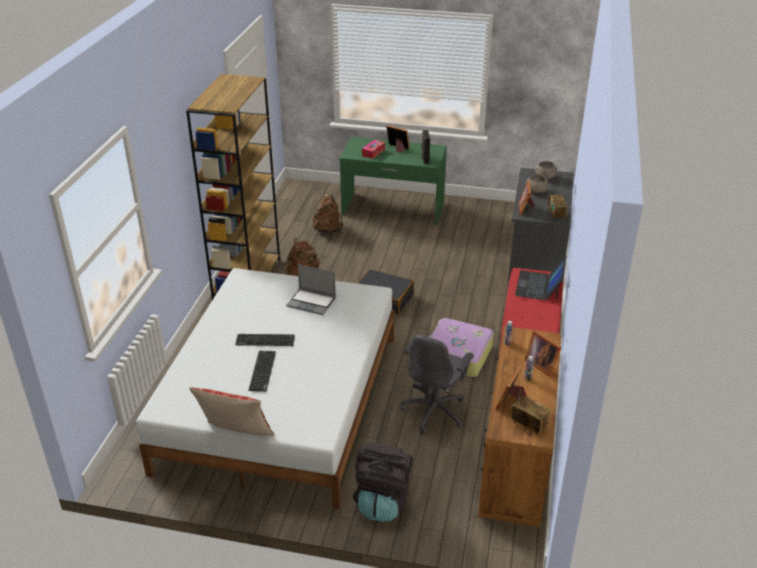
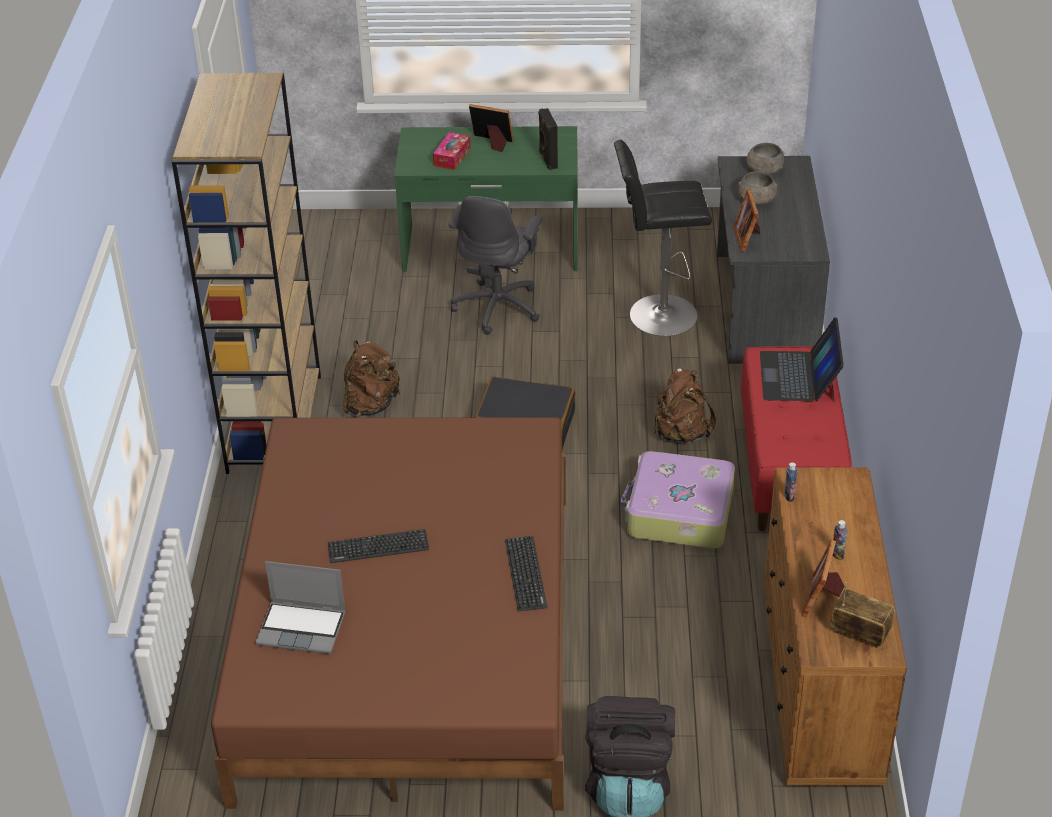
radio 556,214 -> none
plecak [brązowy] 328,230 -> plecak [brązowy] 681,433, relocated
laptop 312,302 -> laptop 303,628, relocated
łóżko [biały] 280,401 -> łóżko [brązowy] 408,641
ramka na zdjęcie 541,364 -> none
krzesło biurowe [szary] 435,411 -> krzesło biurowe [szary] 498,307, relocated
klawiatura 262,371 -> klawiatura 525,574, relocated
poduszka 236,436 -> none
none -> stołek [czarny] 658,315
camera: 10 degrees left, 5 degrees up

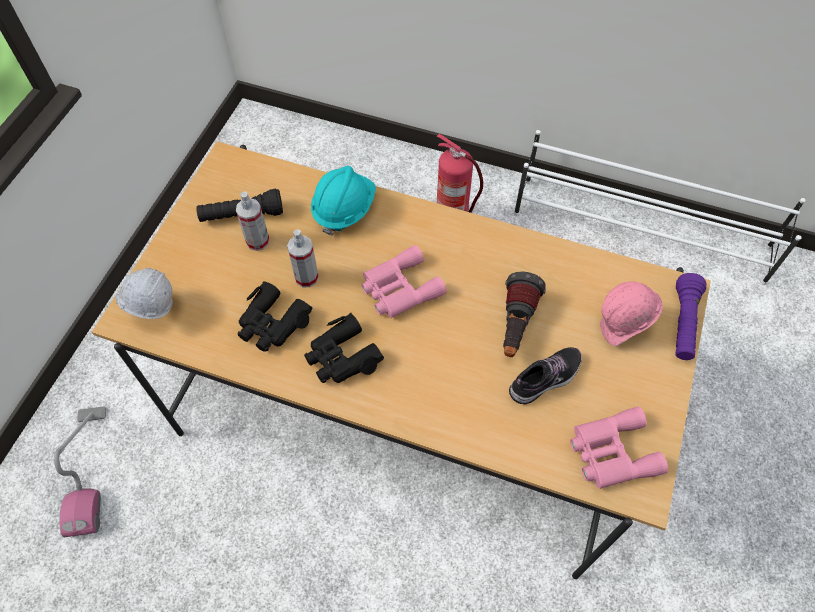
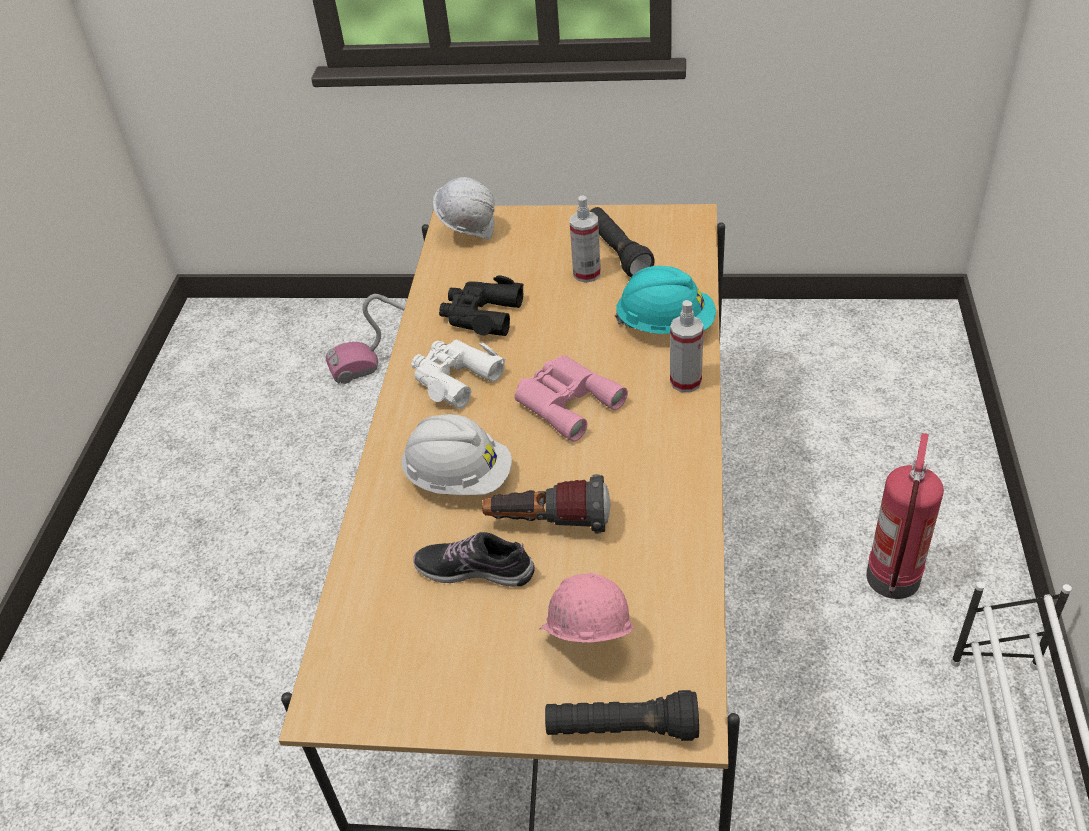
spryskiwacz 306,277 -> spryskiwacz 685,381, relocated
latarka [fioletowy] 683,324 -> latarka [czarny] 622,729
lornetka [czarny] 342,357 -> lornetka [biały] 454,378
but 545,378 -> but 475,570, 150 degrees clockwise
lornetka [różowy] 611,452 -> none
none -> kask [biały] 459,478
camera: 80 degrees right, 15 degrees down

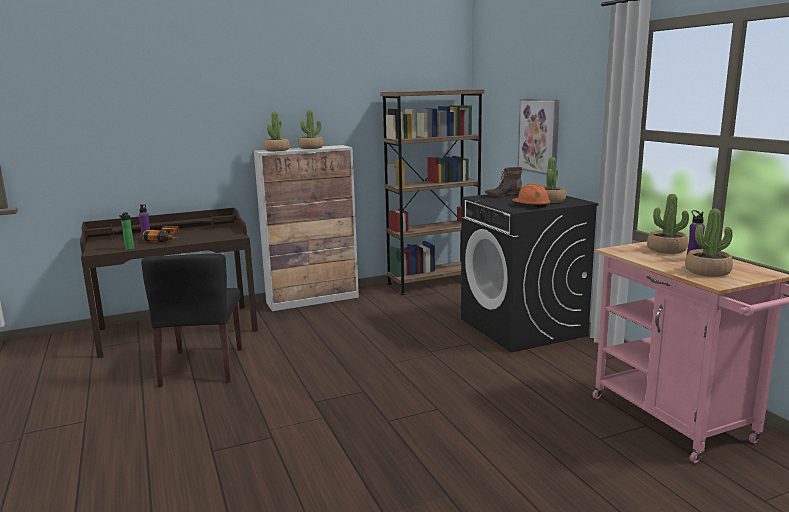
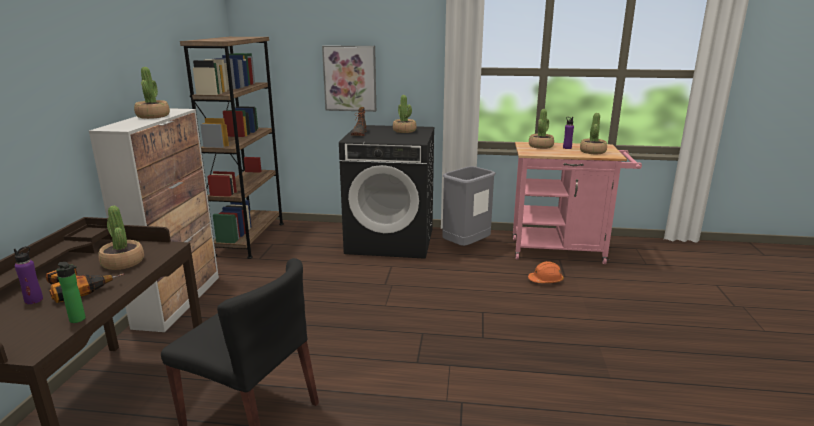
roślina doniczkowa 277,150 -> roślina doniczkowa 123,262, relocated
kask [pomarańczowy] 531,205 -> kask [pomarańczowy] 545,280, relocated
none -> kosz na śmieci [szary] 466,246
camera: 60 degrees left, 5 degrees up

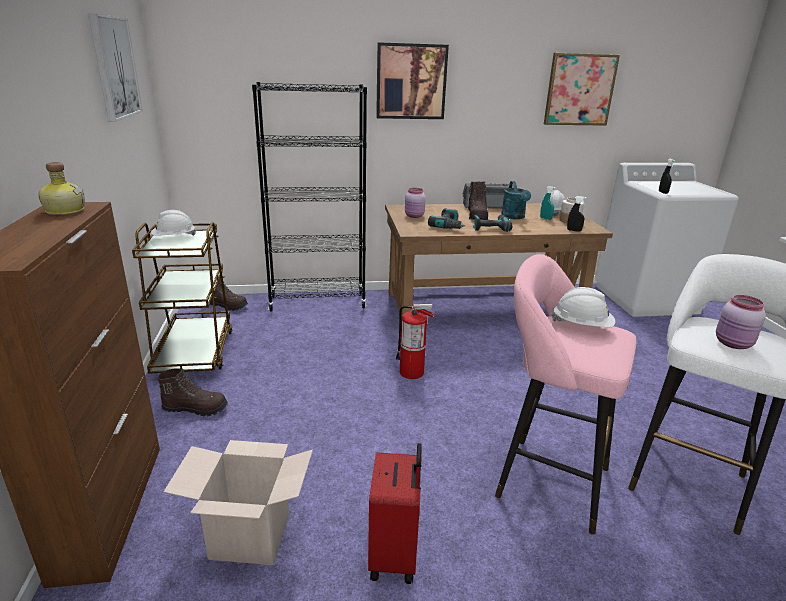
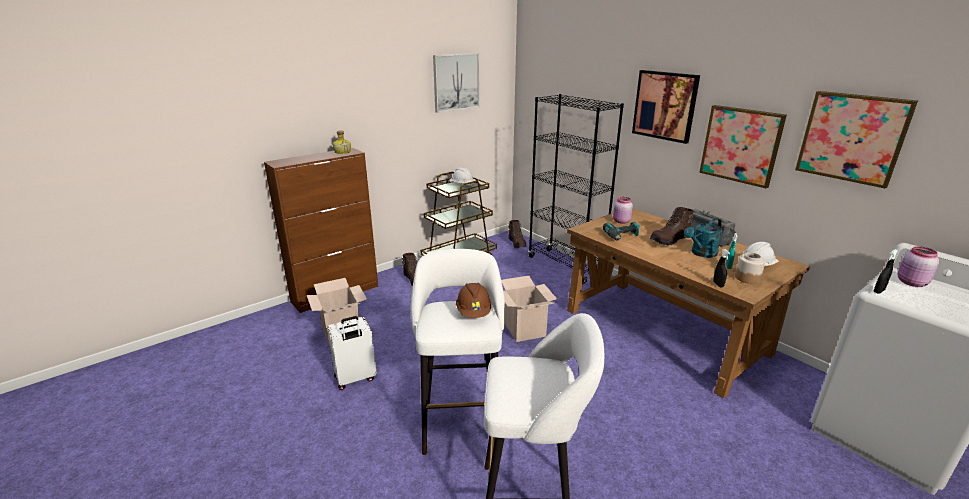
wiertarka 491,228 -> none
stołek [różowy] 545,479 -> stołek [biały] 461,420
kask [biały] 582,326 -> kask [brązowy] 474,312
słoik [różowy] 733,344 -> słoik [różowy] 911,283, relocated
gaśnica 412,372 -> karton 525,330
walizka [czerwony] 395,556 -> walizka [biały] 355,379
none -> obraz 741,145
camera: 60 degrees right, 0 degrees up

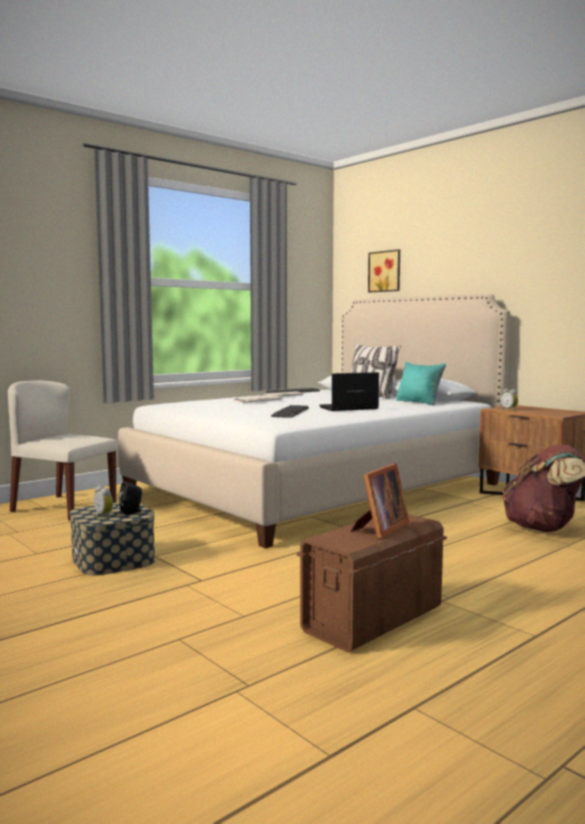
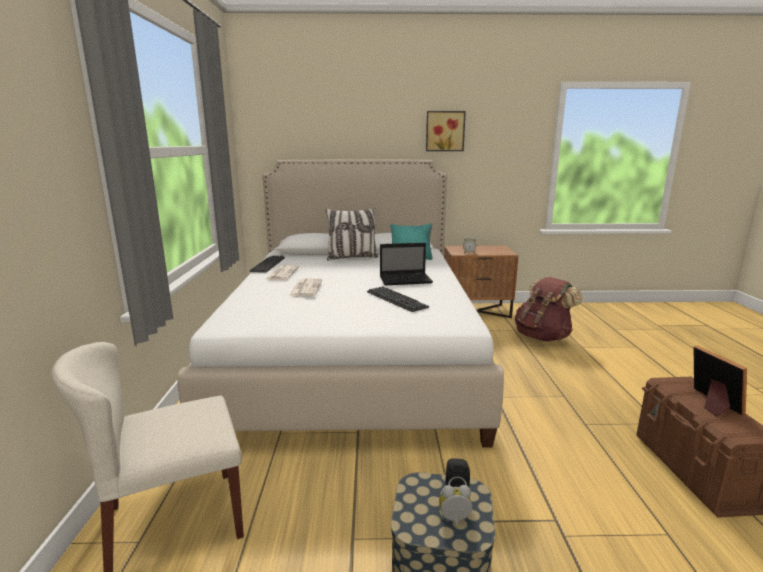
obraz 385,271 -> obraz 445,131, relocated
laptop 347,408 -> laptop 406,280, 120 degrees counterclockwise
camera: 50 degrees left, 10 degrees up

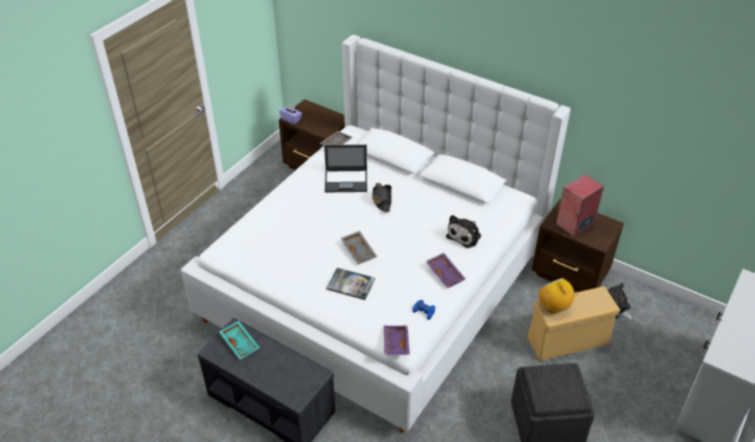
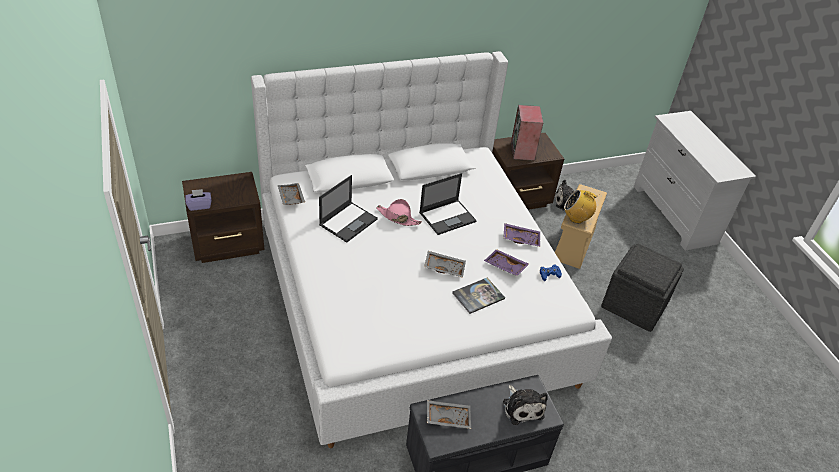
kapelusz [czarny] 382,200 -> kapelusz [różowy] 398,217
pluszak 465,235 -> pluszak 522,407, relocated
taca [turkusowy] 240,343 -> taca [szary] 448,417
taca [fioletowy] 395,344 -> taca [fioletowy] 505,267, relocated
none -> laptop 448,217
camera: 55 degrees left, 0 degrees up

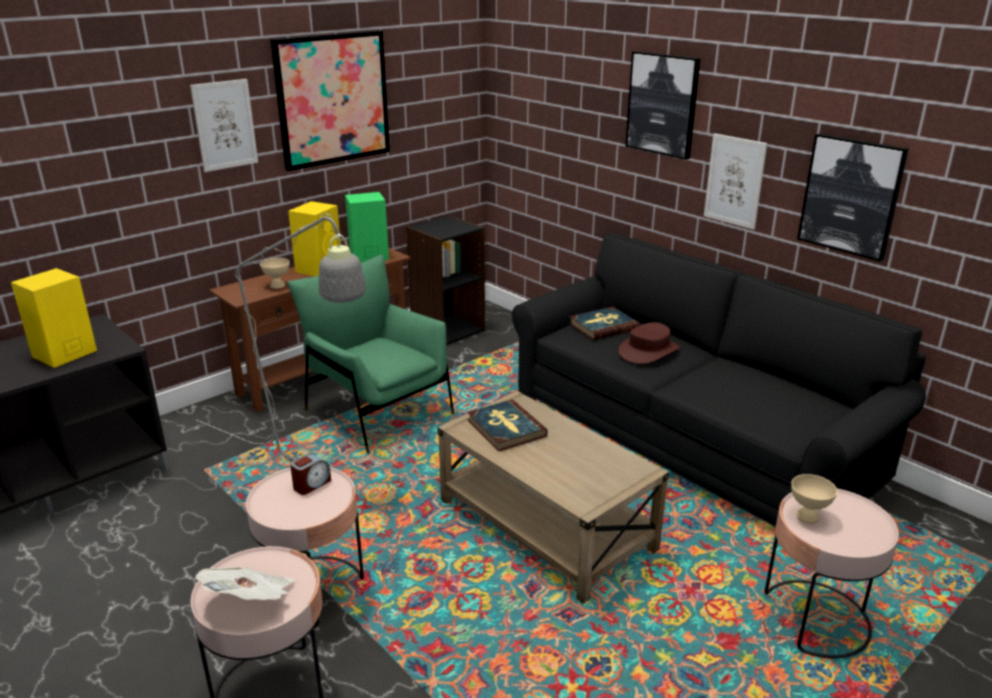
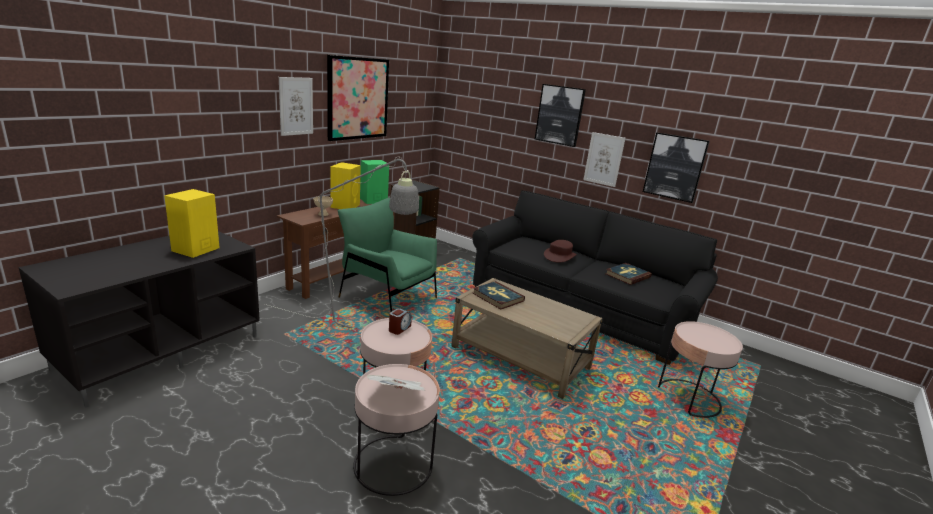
książka 603,326 -> książka 627,275, relocated
miska [beżowy] 806,516 -> none
camera: 15 degrees left, 5 degrees down

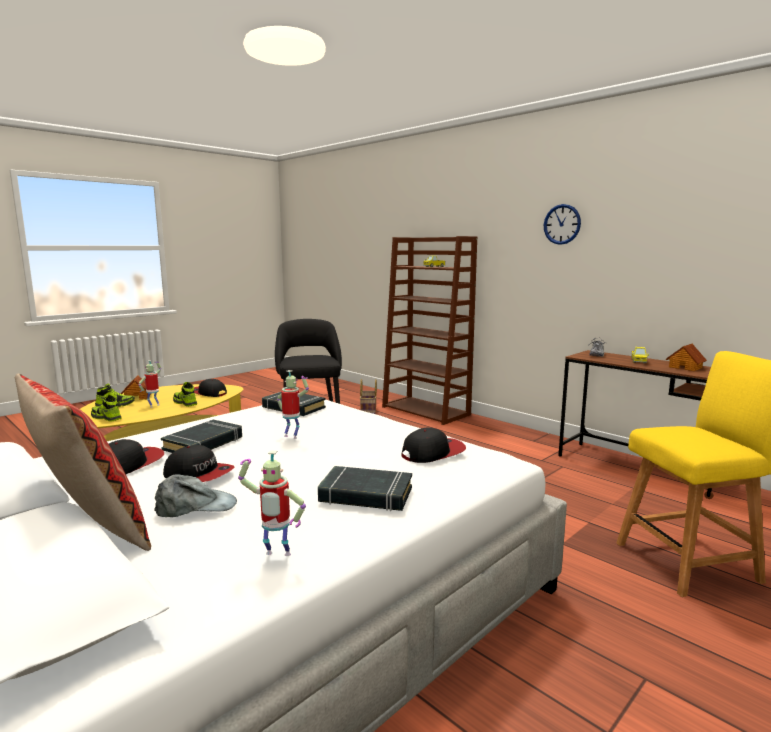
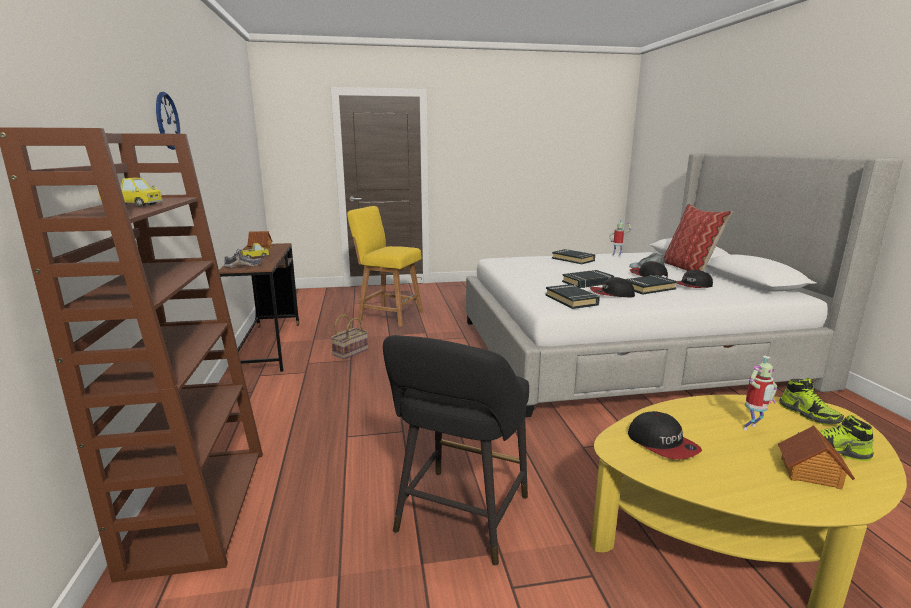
robot zabawkowy 292,436 -> książka [czarny] 588,283
koszyk 369,410 -> koszyk 350,351, relocated
but 185,403 -> none
czapka z daszkiem 433,453 -> czapka z daszkiem 611,294, relocated
camera: 145 degrees left, 5 degrees up

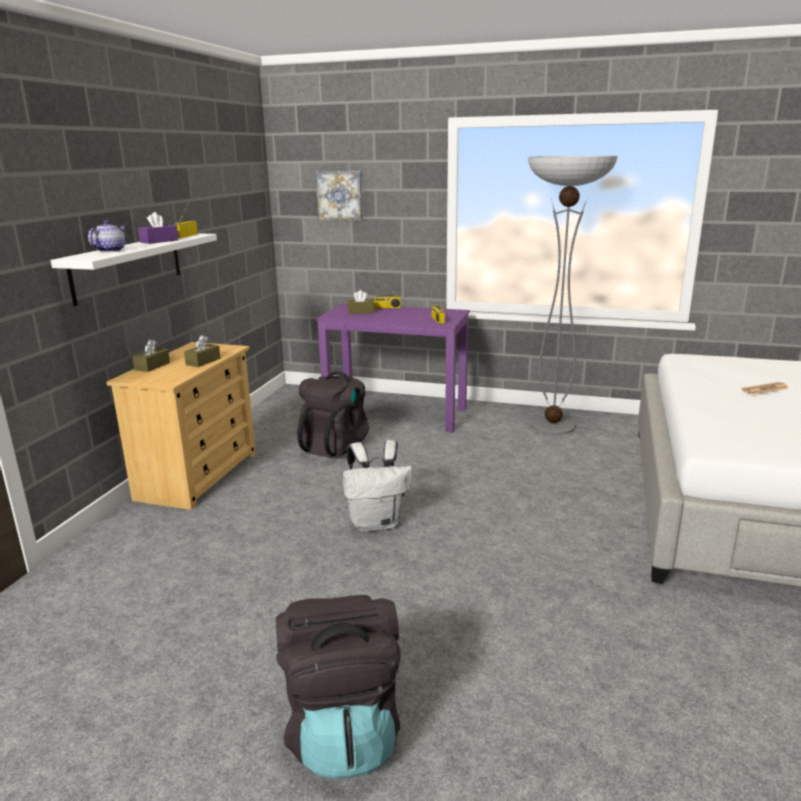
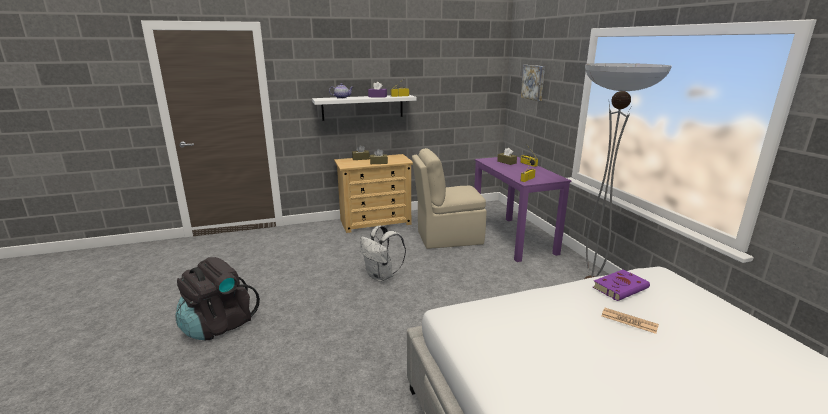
plecak [czarny] 335,445 -> krzesło [beżowy] 447,237
none -> książka [fioletowy] 621,287
camera: 55 degrees right, 0 degrees up

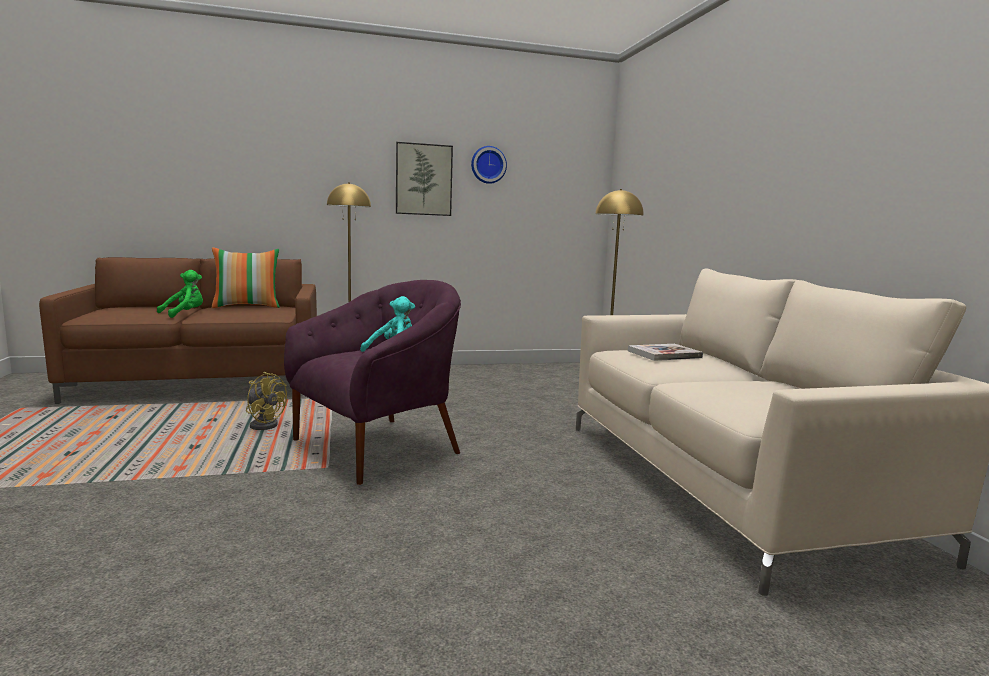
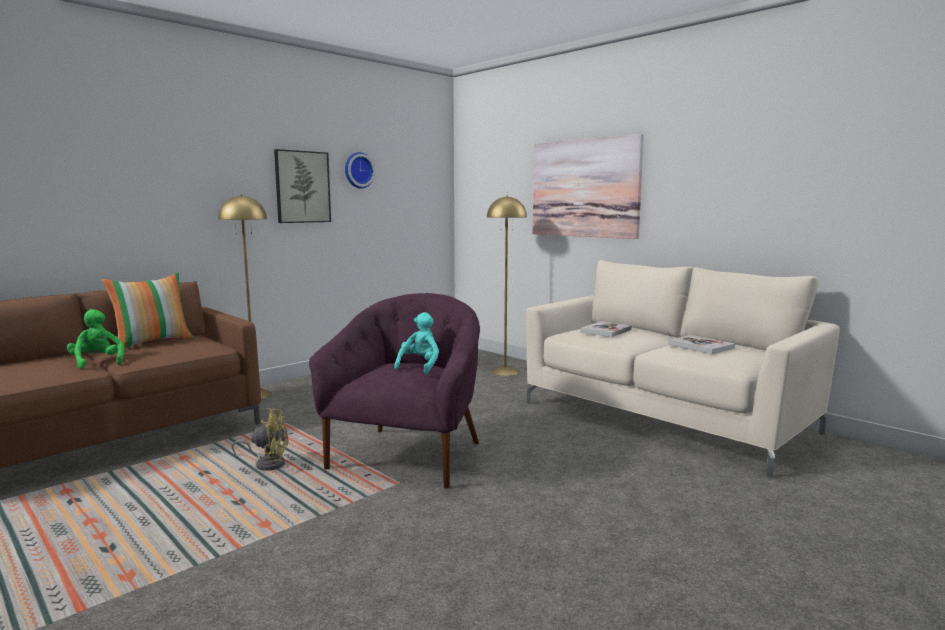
pluszak [zielony] 184,314 -> pluszak [zielony] 97,362, 45 degrees counterclockwise
none -> obraz 584,188
none -> książka 701,346
camera: 30 degrees left, 0 degrees up

